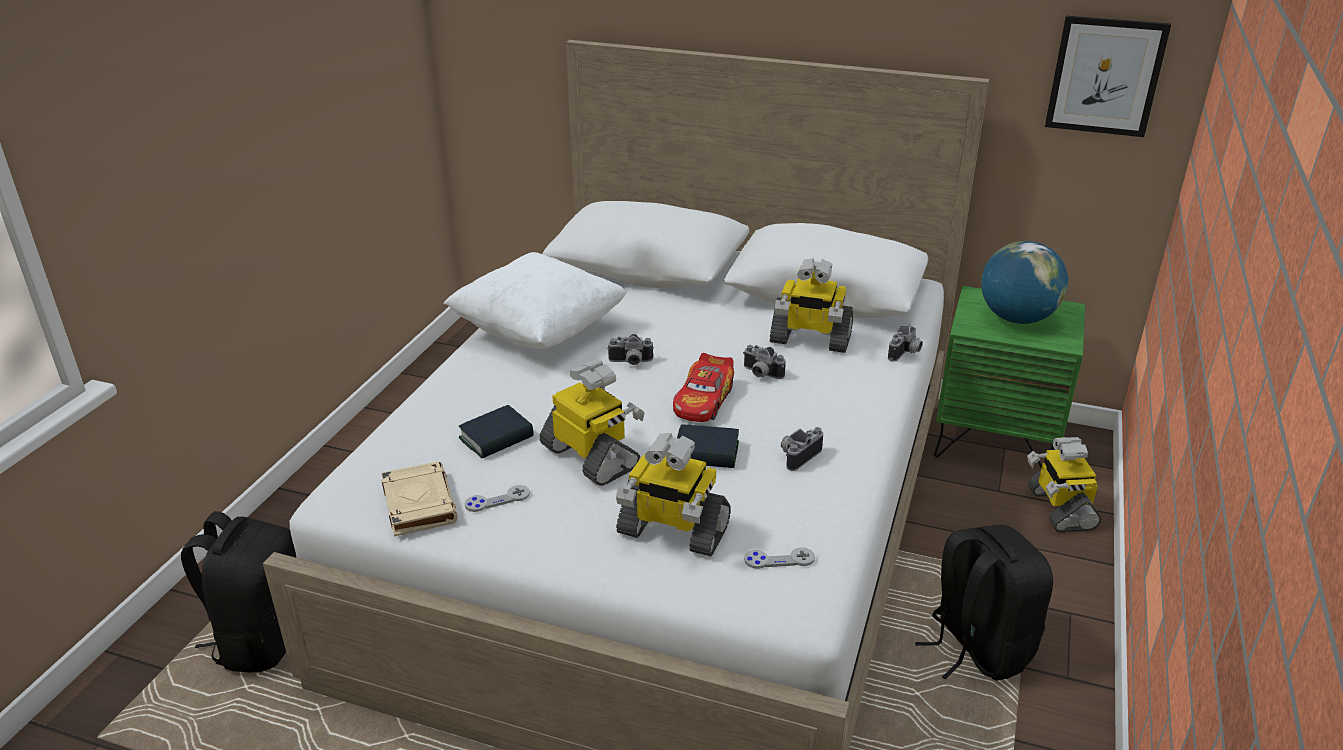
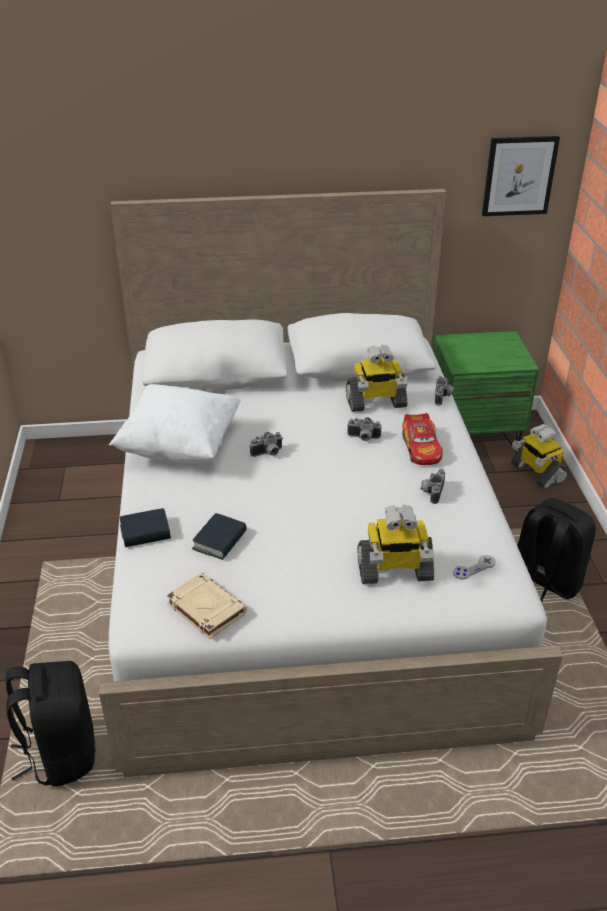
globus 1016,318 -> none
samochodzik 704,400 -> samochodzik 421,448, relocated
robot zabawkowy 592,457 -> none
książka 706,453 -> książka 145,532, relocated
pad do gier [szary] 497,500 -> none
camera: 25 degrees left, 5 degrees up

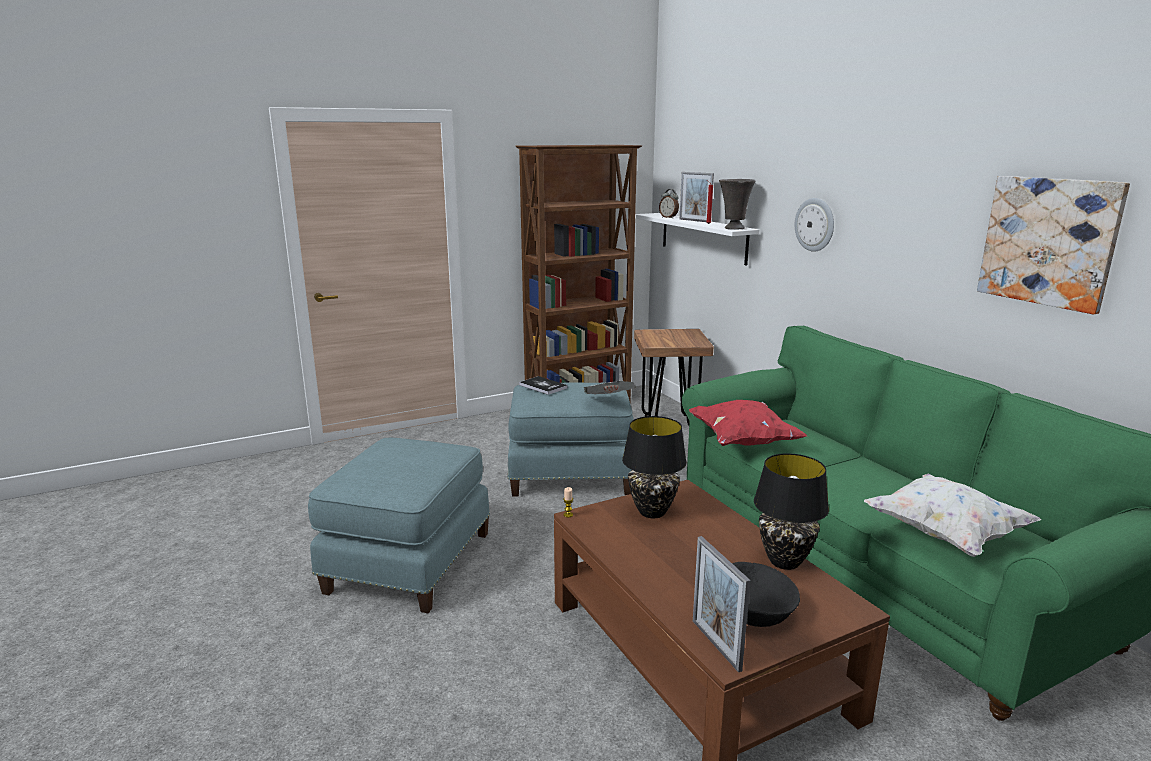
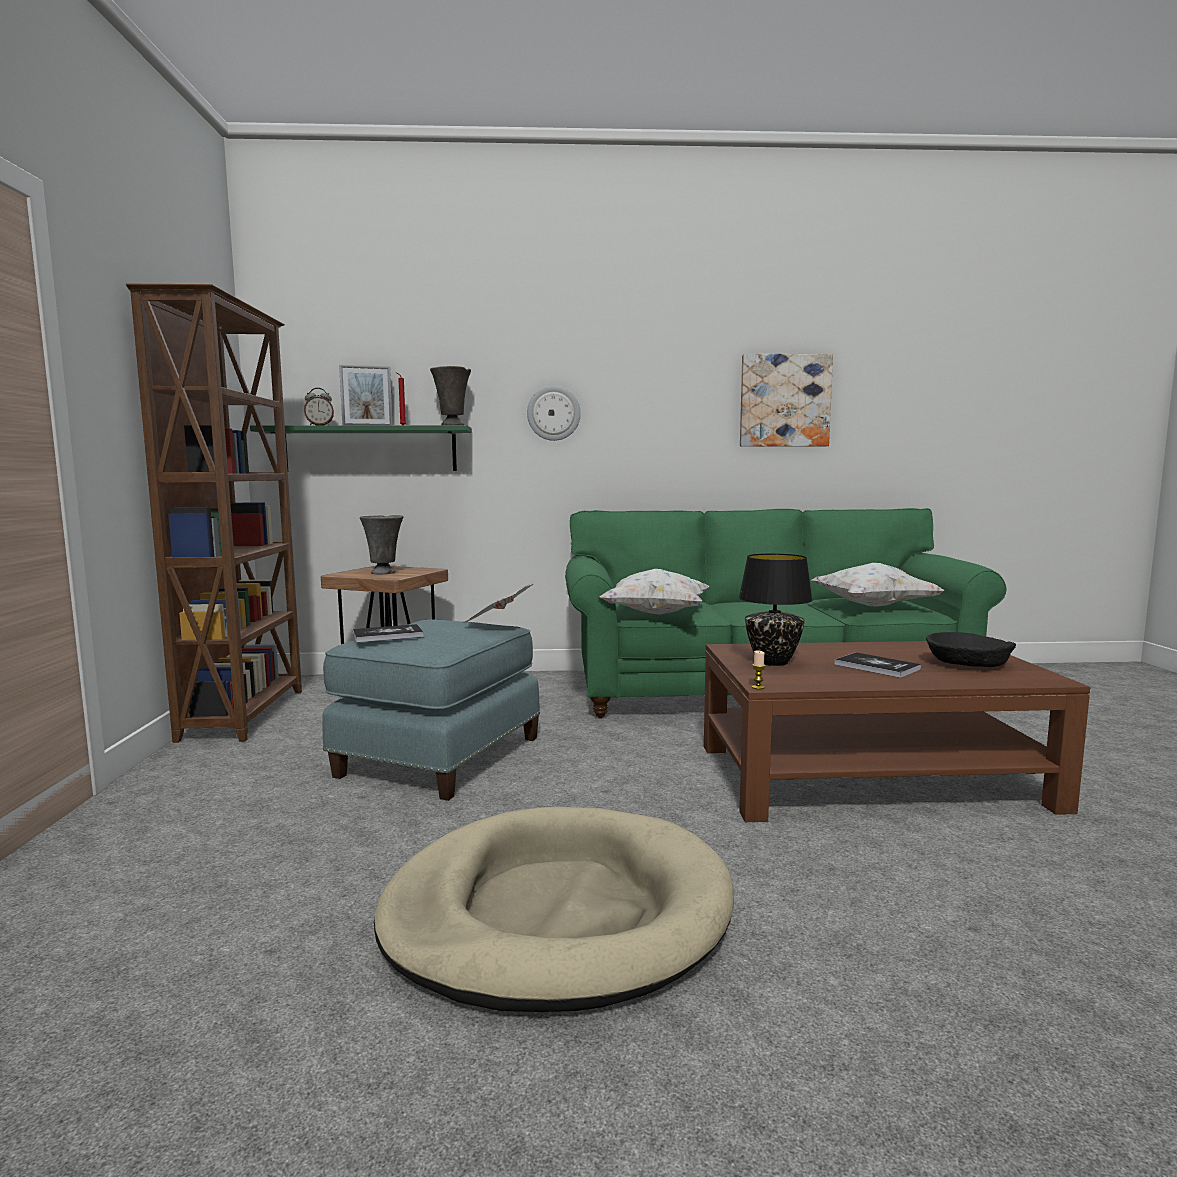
półka [biały] 703,237 -> półka [zielony] 370,449
poduszka [czerwony] 742,441 -> poduszka [biały] 656,614
pufa [niebieski] 407,561 -> legowisko [beżowy] 556,913
lampa stołowa [czarny] 783,561 -> none
ramka na zdjęcie 716,645 -> none
none -> wazon [szary] 384,573
none -> książka 876,666
camera: 65 degrees left, 10 degrees down

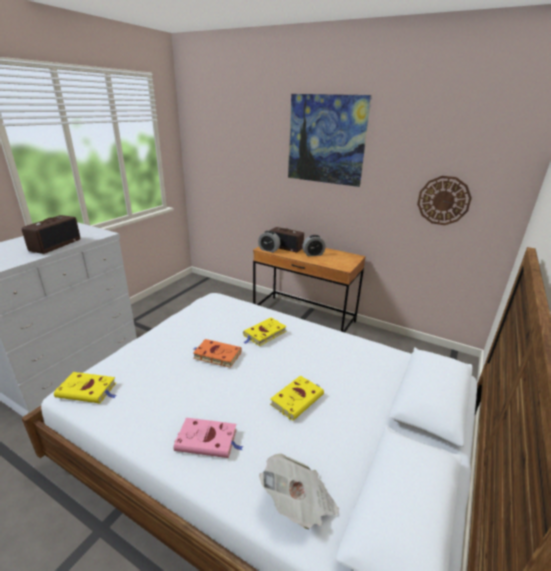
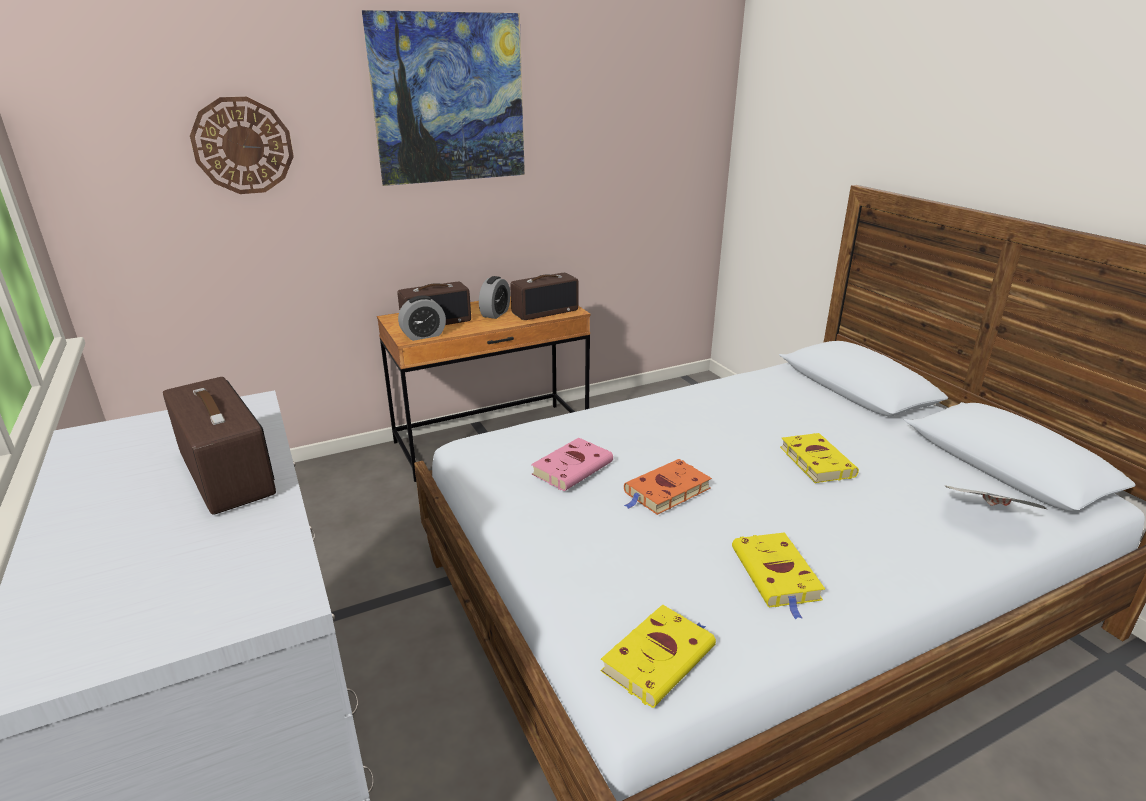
zegar ścienny 443,200 -> zegar ścienny 243,146, relocated
książka [żółty] 264,334 -> książka [żółty] 777,576, relocated
książka [różowy] 208,440 -> książka [różowy] 573,467, relocated
none -> radio 545,311
camera: 55 degrees left, 0 degrees up

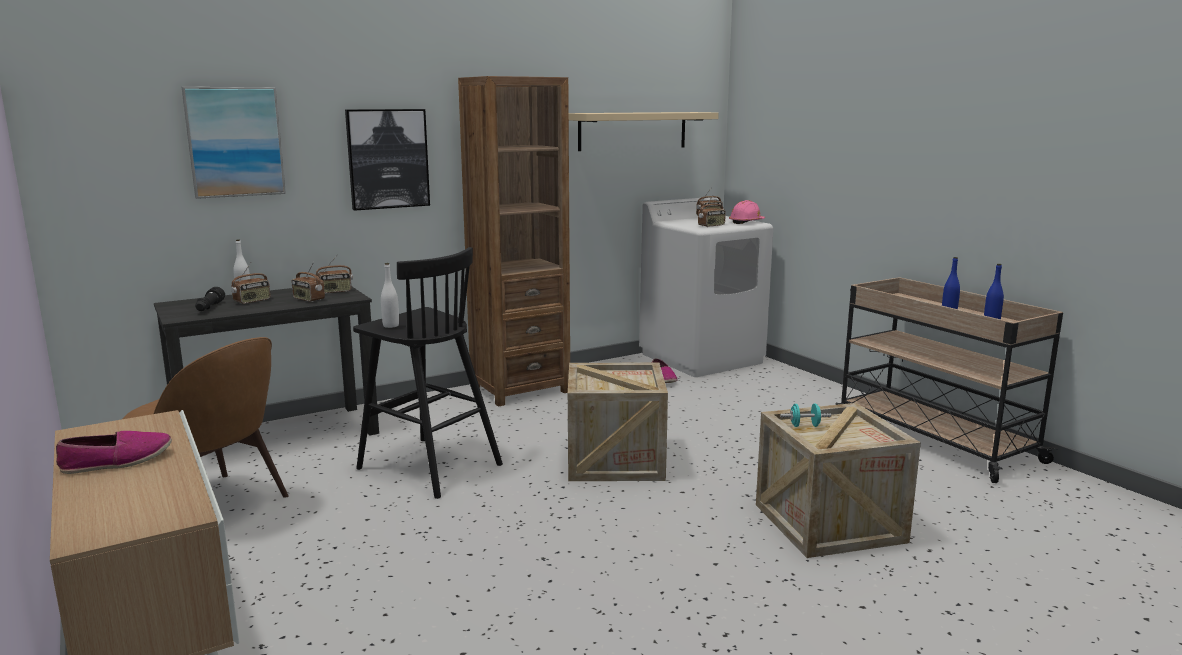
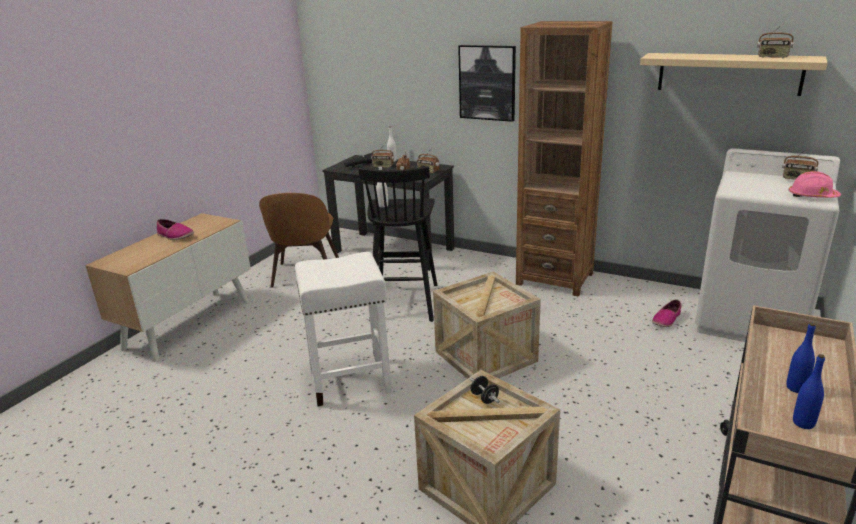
obraz 235,142 -> none
radio 711,226 -> radio 772,57, relocated
hantel [turkusowy] 804,426 -> hantel [czarny] 484,398
none -> stołek [biały] 351,381
camera: 60 degrees right, 10 degrees up

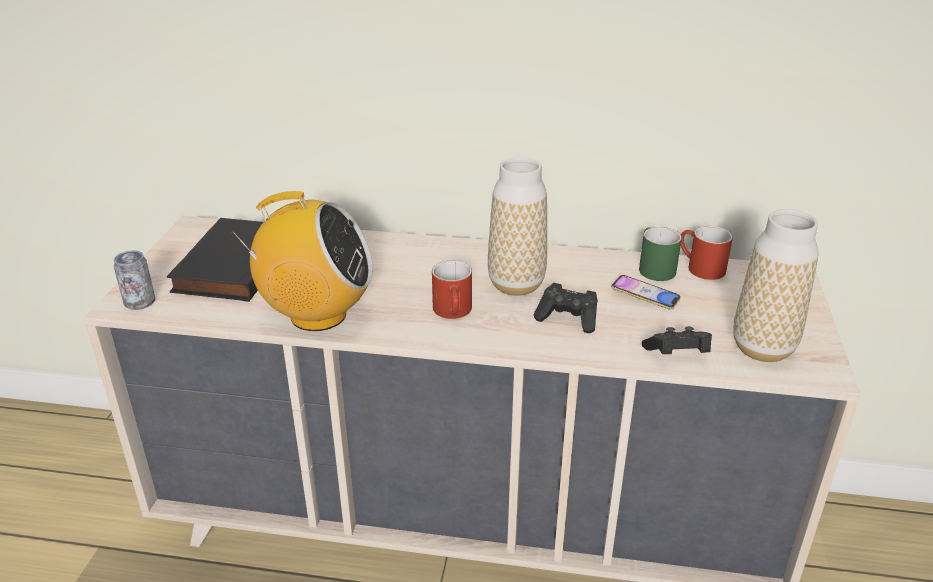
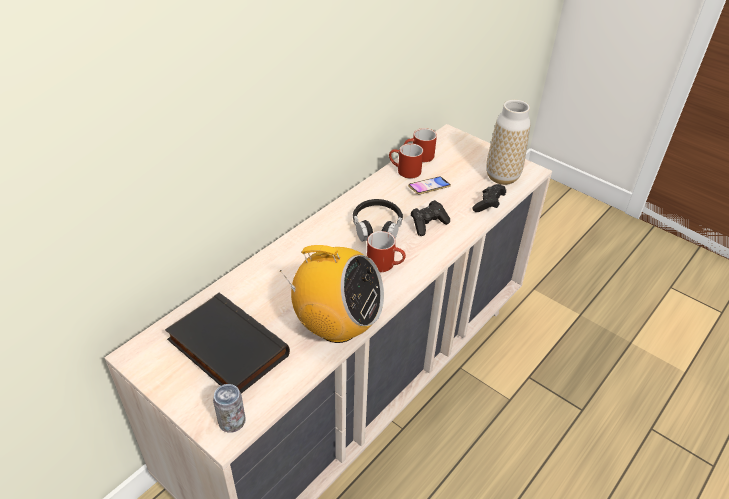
wazon 516,284 -> słuchawki [czarny] 377,227
radio 317,315 -> radio 337,326, 75 degrees clockwise
kubek [zielony] 652,268 -> kubek [czerwony] 404,171
camera: 60 degrees left, 10 degrees up

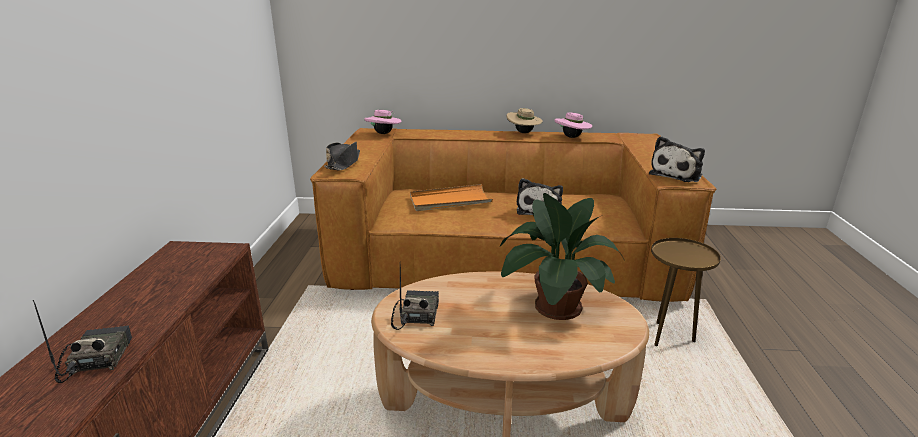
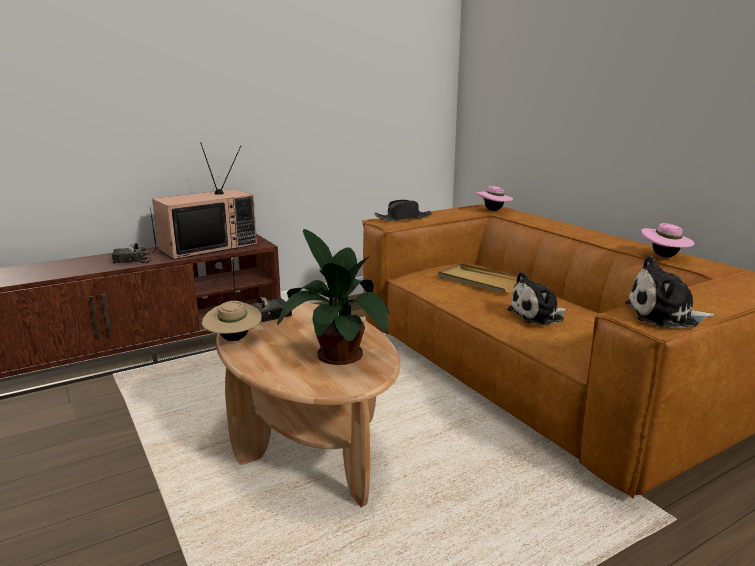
kapelusz [beżowy] 523,133 -> kapelusz [beżowy] 233,339, relocated
taca [pomarańczowy] 449,201 -> taca [beżowy] 481,281
stolik [brązowy] 669,336 -> none
radio 95,359 -> radio 131,260, 150 degrees counterclockwise
none -> telewizor 209,246
camera: 55 degrees right, 5 degrees down

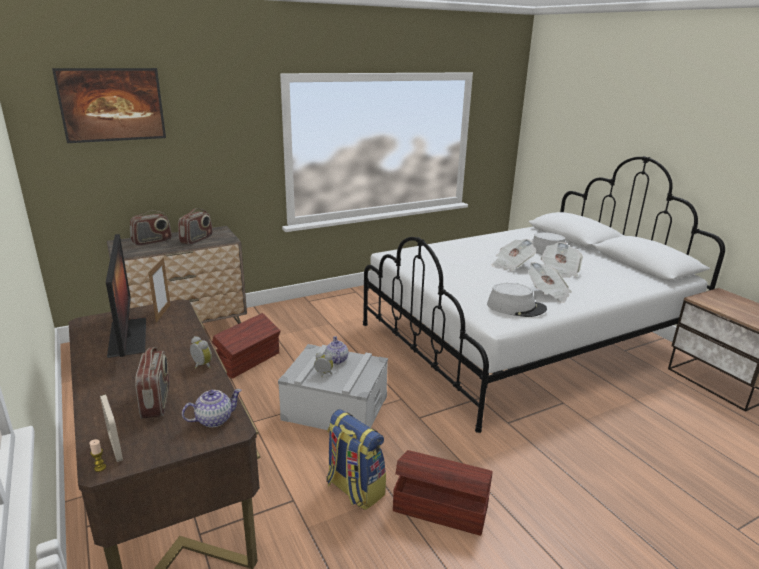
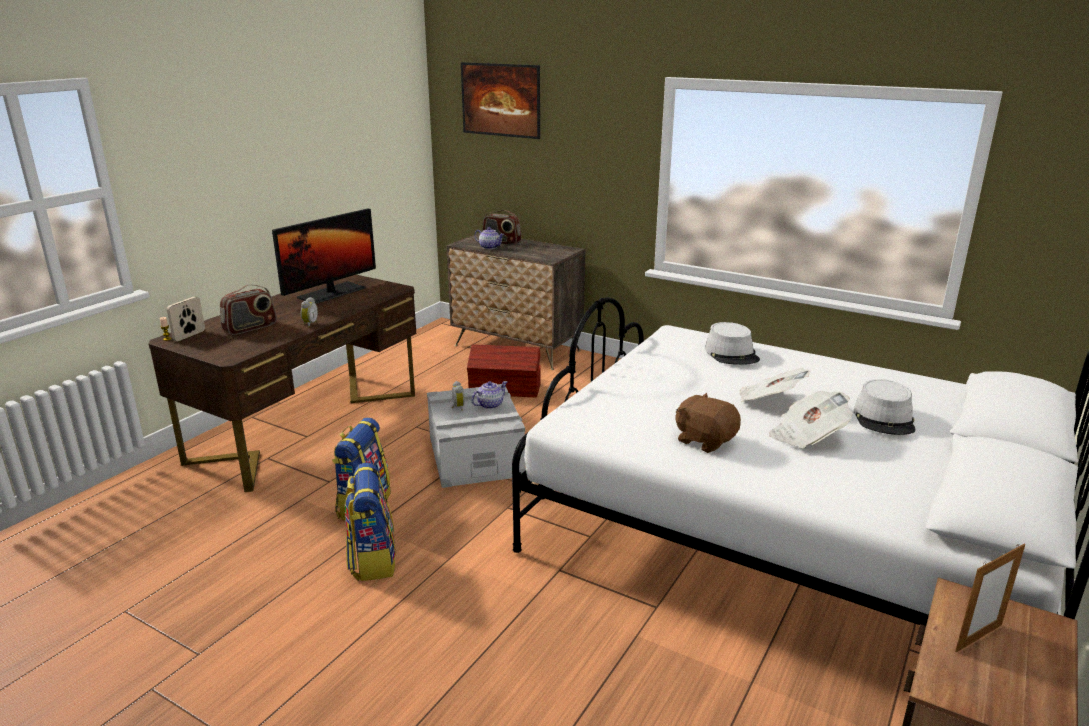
radio 197,240 -> none
ramka na zdjęcie 163,313 -> ramka na zdjęcie 978,638, relocated
gazeta 548,293 -> pluszak [brązowy] 705,440
kapelusz [szary] 516,307 -> kapelusz [szary] 732,354, relocated
imbryk 213,419 -> imbryk 489,247, relocated
pojemnik do przechowywania [brązowy] 440,507 -> plecak 372,559
camera: 60 degrees right, 0 degrees up

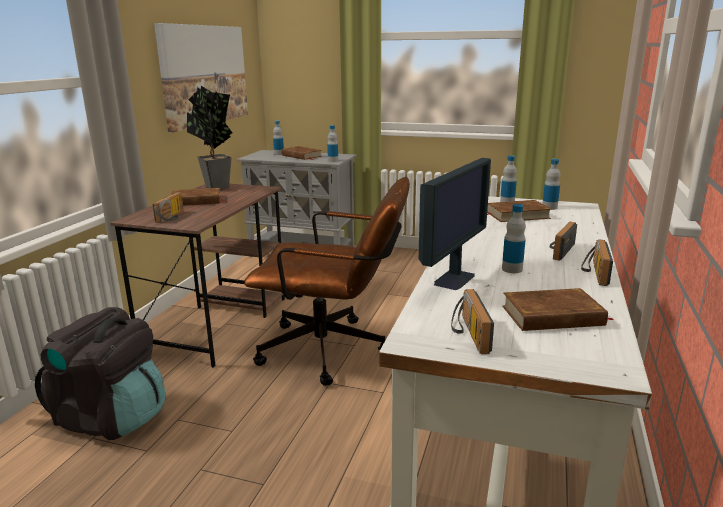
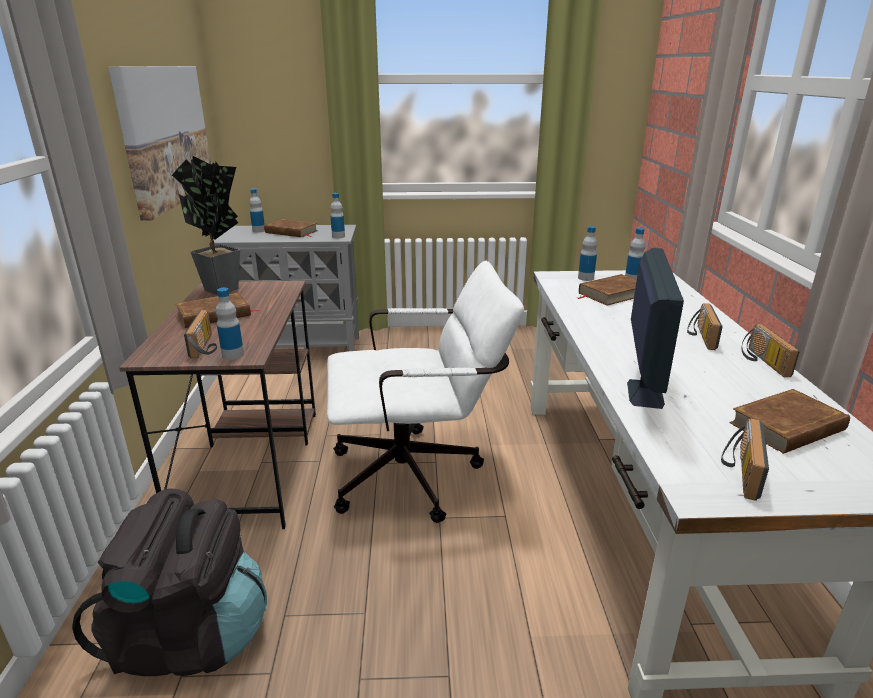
krzesło biurowe [brązowy] 334,351 -> krzesło biurowe [biały] 418,474
butelka 512,269 -> butelka 233,355, relocated
radio 467,334 -> radio 738,470, 45 degrees clockwise
camera: 20 degrees left, 5 degrees up

